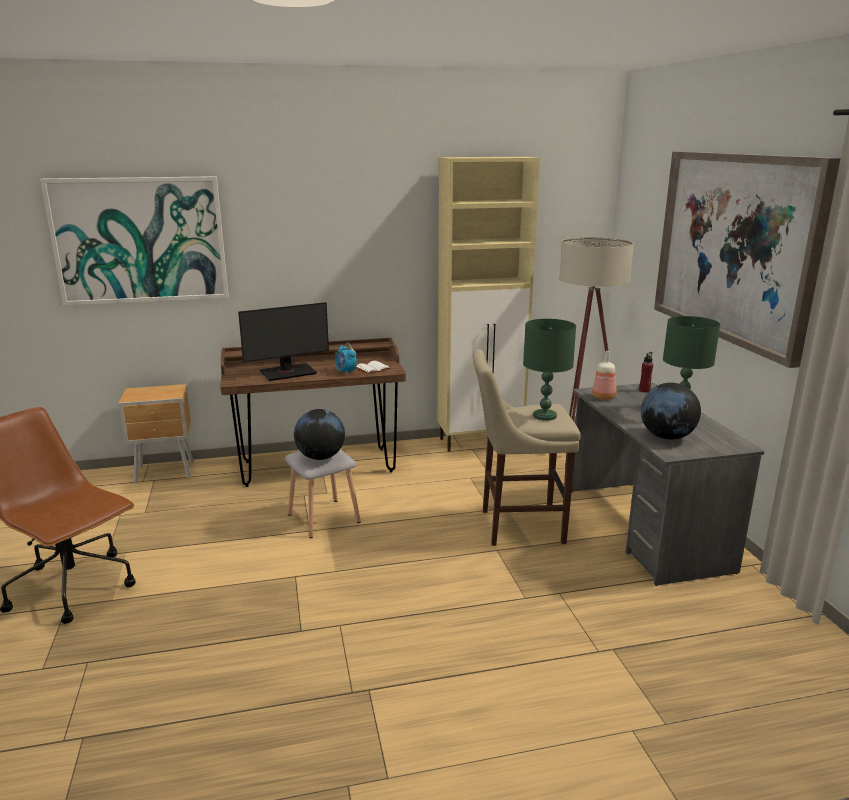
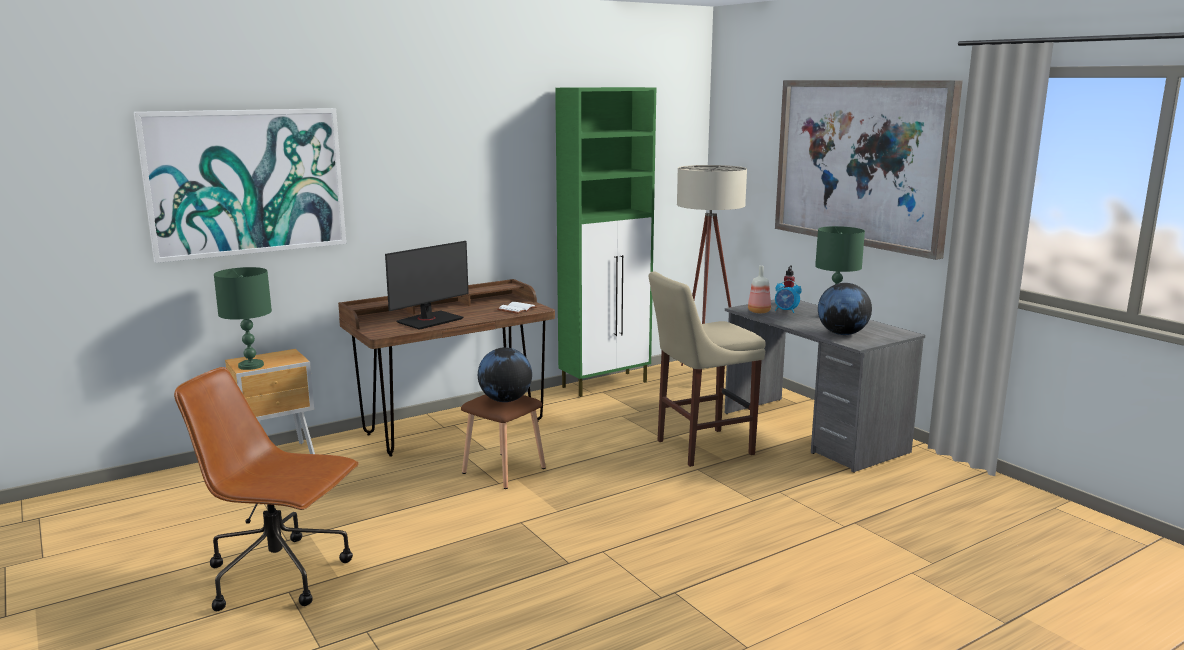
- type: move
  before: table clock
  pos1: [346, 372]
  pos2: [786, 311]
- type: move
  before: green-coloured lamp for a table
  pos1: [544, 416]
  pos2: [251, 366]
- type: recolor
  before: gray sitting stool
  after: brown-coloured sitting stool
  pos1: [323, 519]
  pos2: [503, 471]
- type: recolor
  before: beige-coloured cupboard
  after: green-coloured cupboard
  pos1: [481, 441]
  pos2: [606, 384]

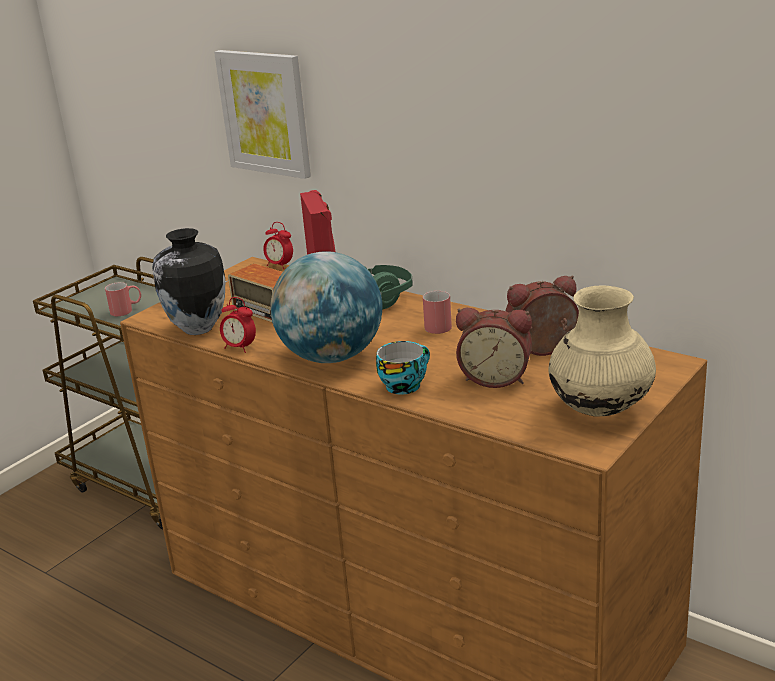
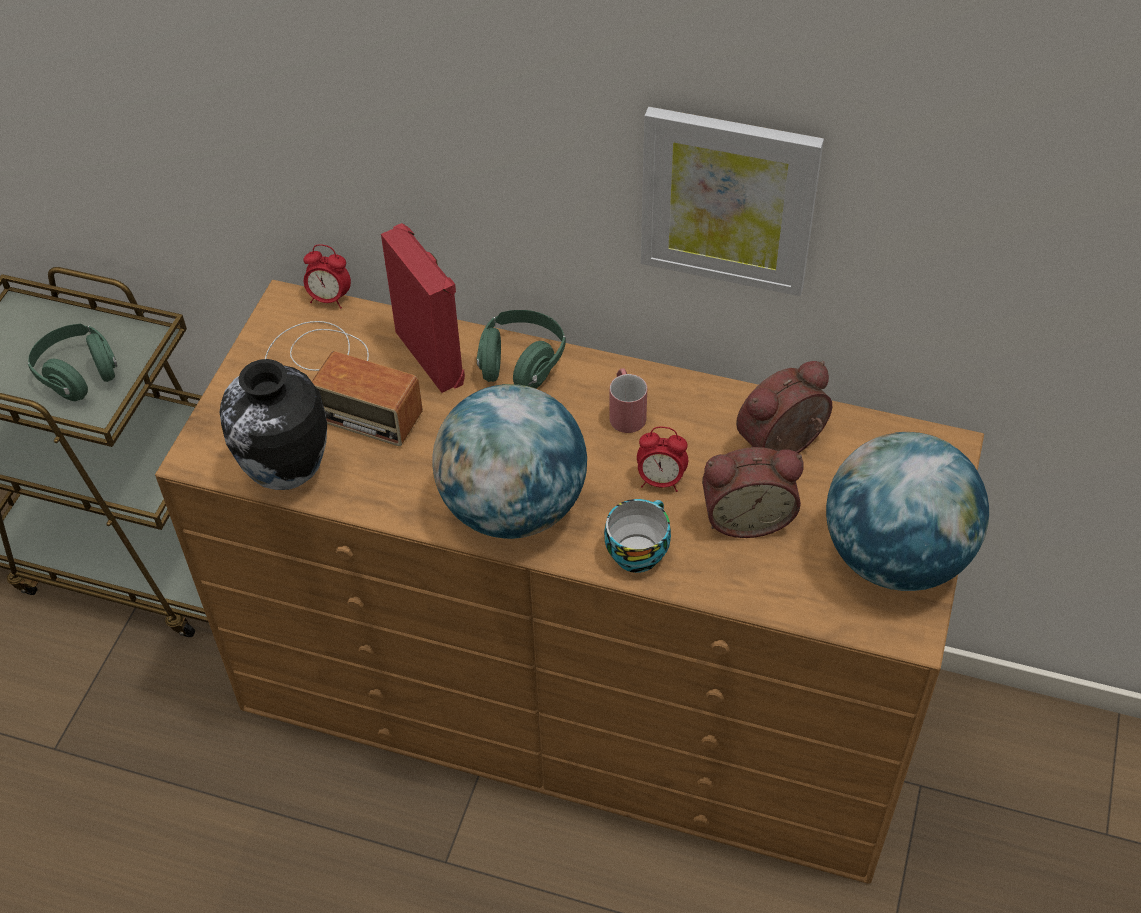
- type: move
  before: picture
  pos1: [265, 113]
  pos2: [728, 200]
- type: move
  before: table clock
  pos1: [240, 348]
  pos2: [660, 481]
- type: replace
  before: red coffee mug
  after: green-coloured headset
  pos1: [127, 310]
  pos2: [78, 375]
- type: replace
  before: beige-coloured decorative vase
  after: globe
  pos1: [600, 409]
  pos2: [895, 556]

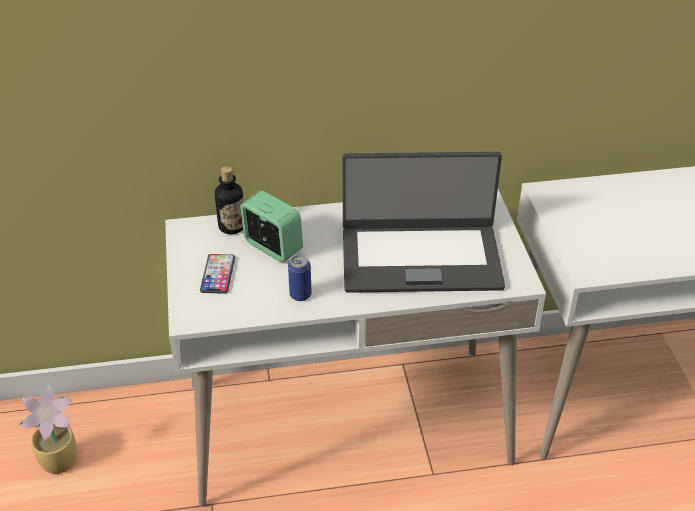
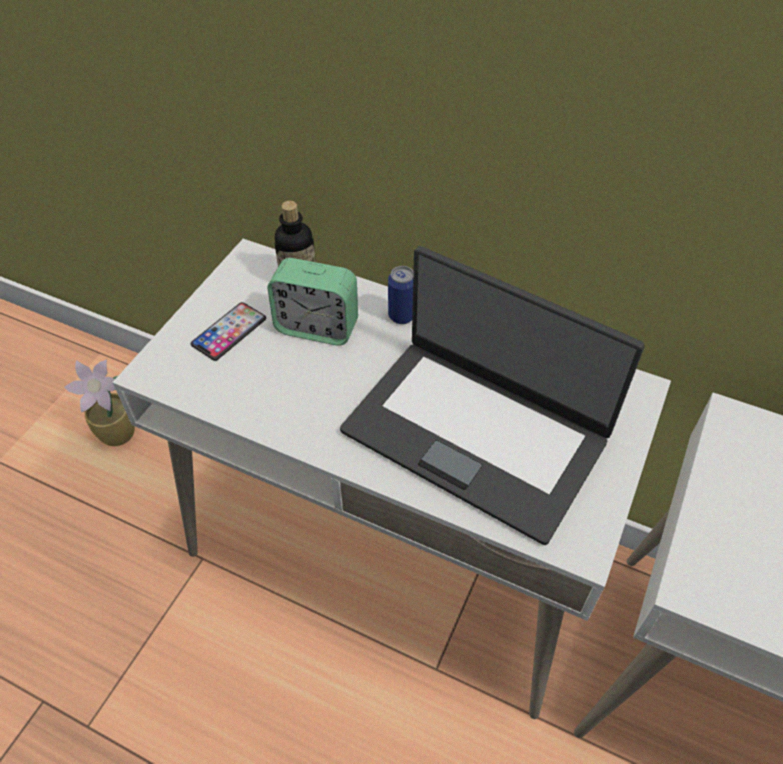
- type: move
  before: sealed can
  pos1: [300, 295]
  pos2: [402, 316]
- type: rotate
  before: table clock
  pos1: [272, 247]
  pos2: [317, 327]
  turn: 120

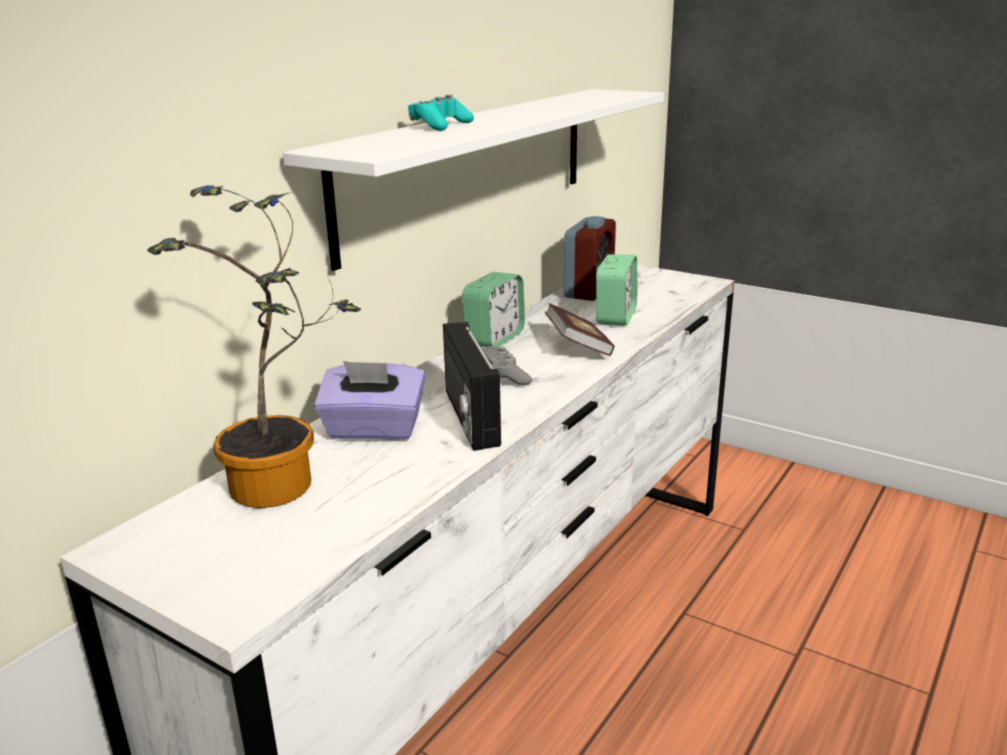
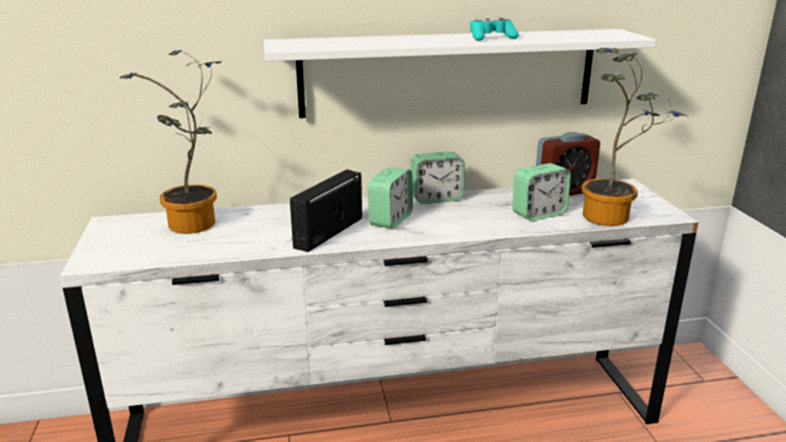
- type: delete
  before: purplish tissue holder
  pos1: [373, 430]
- type: delete
  before: volume
  pos1: [578, 347]
- type: insert
  after: plant in a pot
  pos2: [613, 218]
- type: move
  before: turquoise joypad
  pos1: [440, 126]
  pos2: [491, 38]
- type: replace
  before: gray joypad
  after: table clock
  pos1: [502, 377]
  pos2: [390, 220]

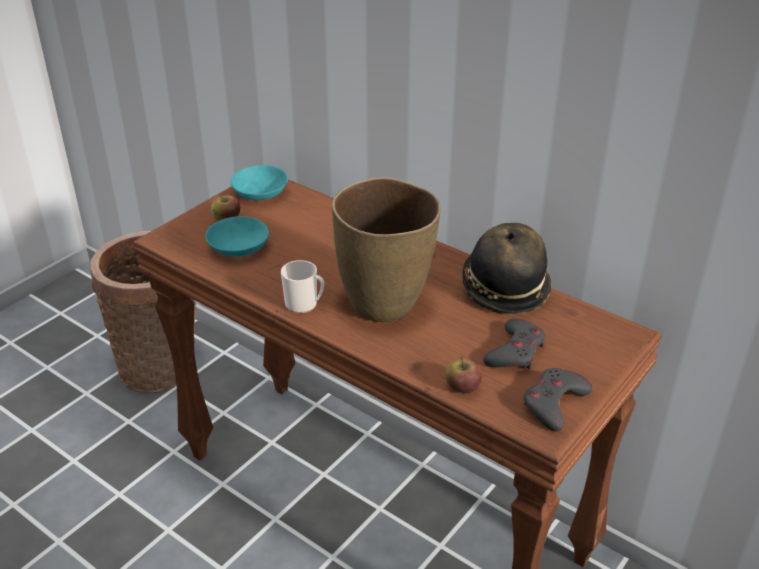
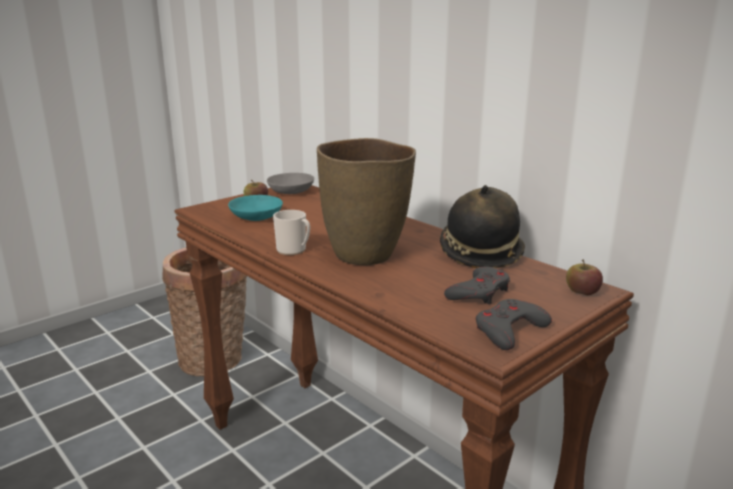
- type: move
  before: apple fruit
  pos1: [462, 387]
  pos2: [582, 292]
- type: recolor
  before: turquoise deep dish
  after: gray deep dish
  pos1: [259, 192]
  pos2: [290, 191]

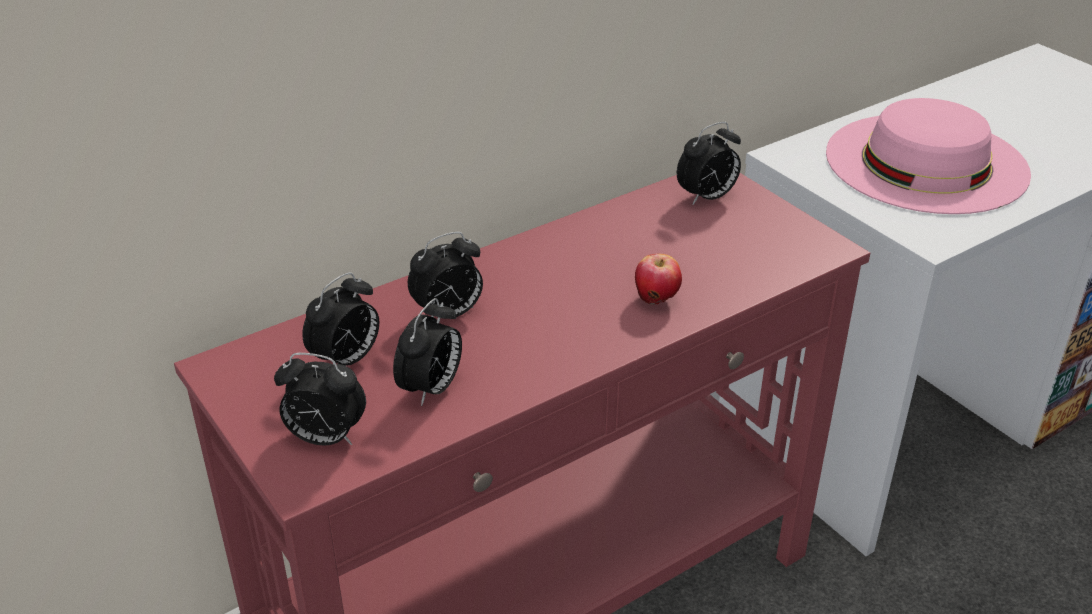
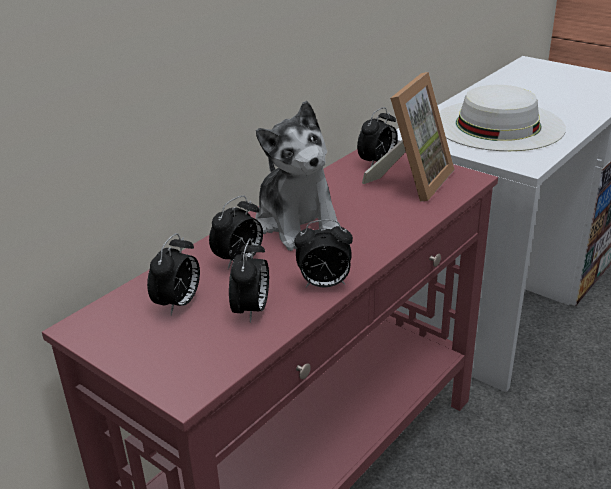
- type: delete
  before: apple fruit
  pos1: [656, 300]
- type: insert
  after: soft toy
  pos2: [298, 223]
- type: insert
  after: standing frame
  pos2: [411, 181]
- type: move
  before: table clock
  pos1: [324, 438]
  pos2: [324, 285]
- type: recolor
  before: pink-coloured clothing hat
  after: white clothing hat
  pos1: [926, 162]
  pos2: [497, 125]

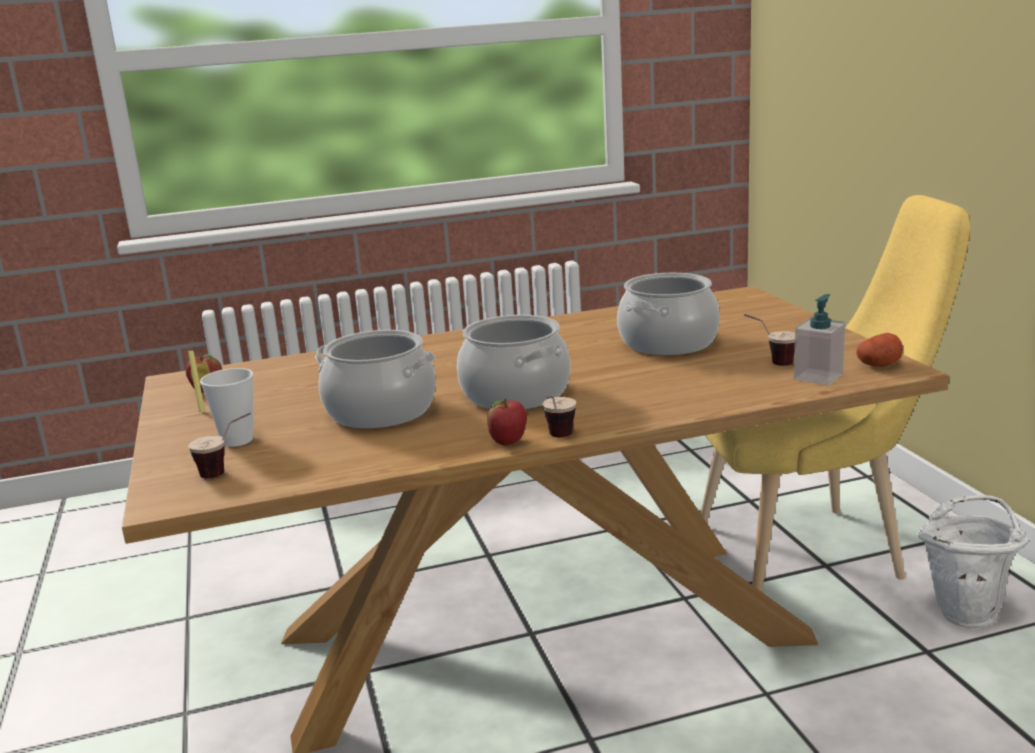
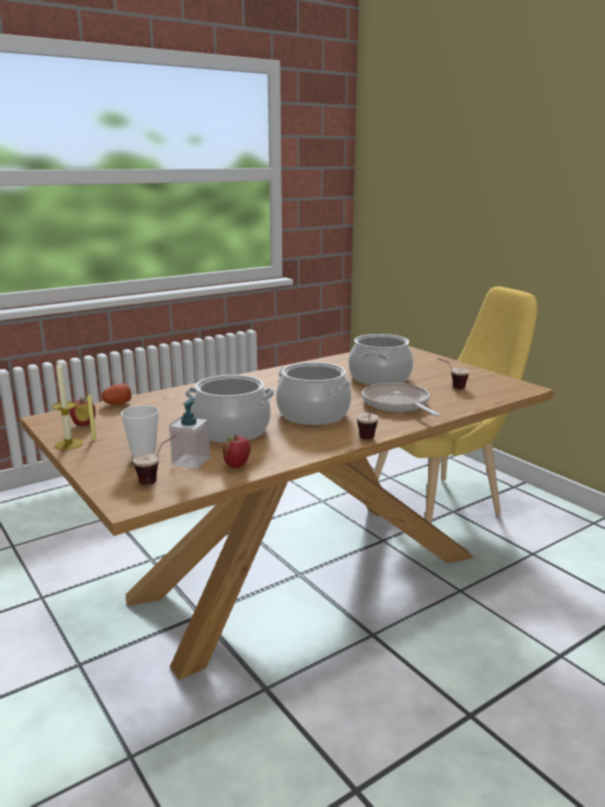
- type: delete
  before: white water bucket
  pos1: [967, 610]
- type: insert
  after: wax light
  pos2: [69, 444]
- type: insert
  after: pan
  pos2: [397, 404]
- type: move
  before: apple fruit
  pos1: [509, 442]
  pos2: [237, 466]
- type: move
  before: liquid soap bottle
  pos1: [818, 377]
  pos2: [191, 461]
- type: move
  before: whole potato
  pos1: [879, 365]
  pos2: [117, 404]

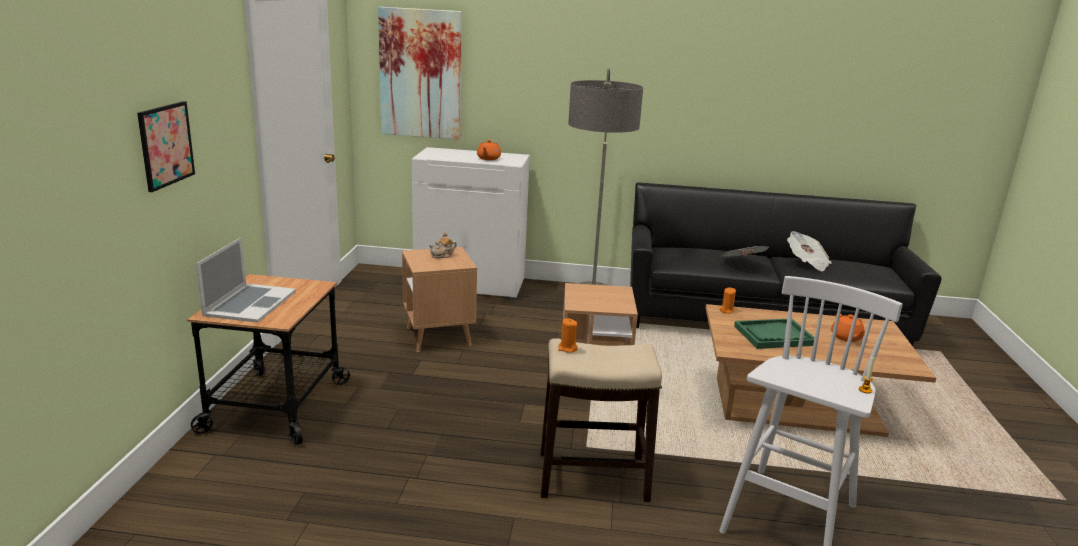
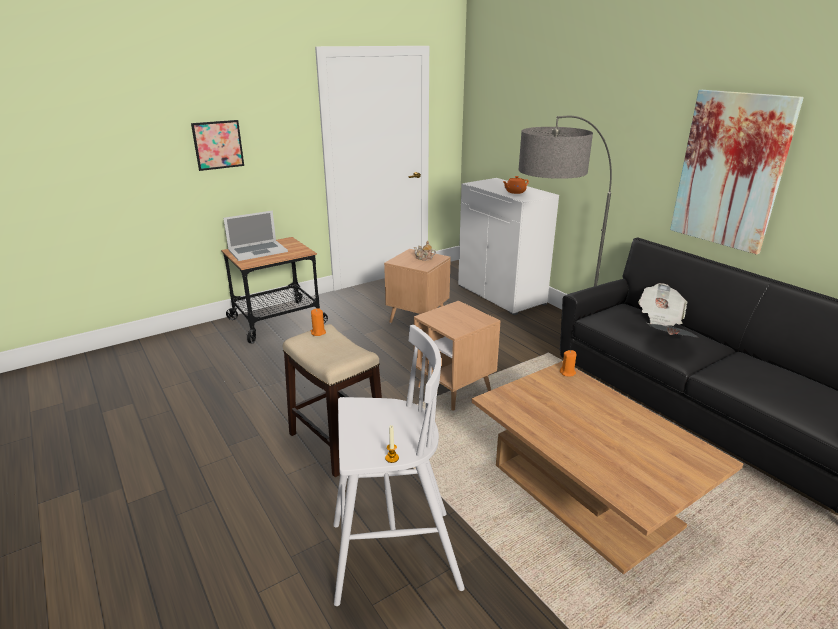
- type: delete
  before: green-coloured carrying tray
  pos1: [774, 336]
- type: delete
  before: orangey tea pot
  pos1: [846, 337]
- type: move
  before: picture
  pos1: [420, 74]
  pos2: [730, 171]
- type: move
  before: newspaper
  pos1: [807, 263]
  pos2: [660, 317]

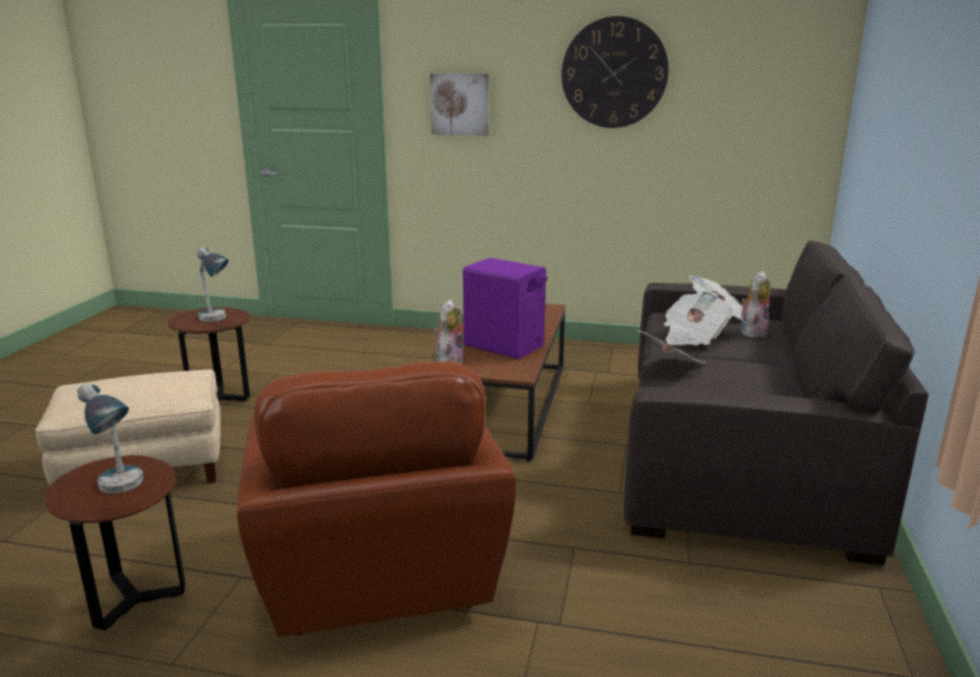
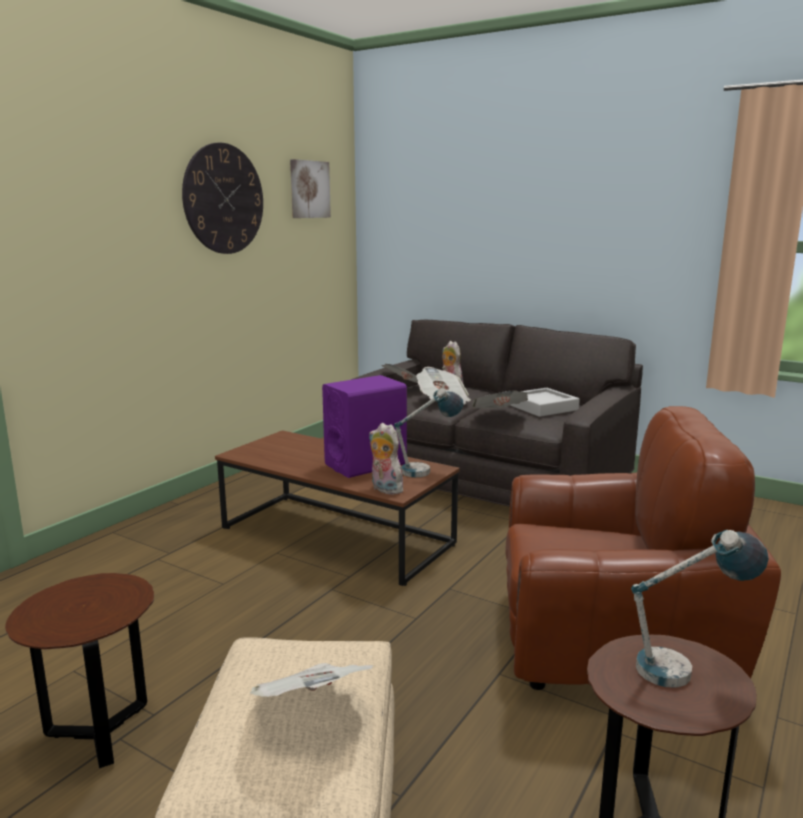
- type: insert
  after: newspaper
  pos2: [313, 706]
- type: insert
  after: gray carrying tray
  pos2: [542, 407]
- type: move
  before: lamp for a table
  pos1: [216, 320]
  pos2: [428, 470]
- type: move
  before: picture
  pos1: [460, 104]
  pos2: [309, 189]

